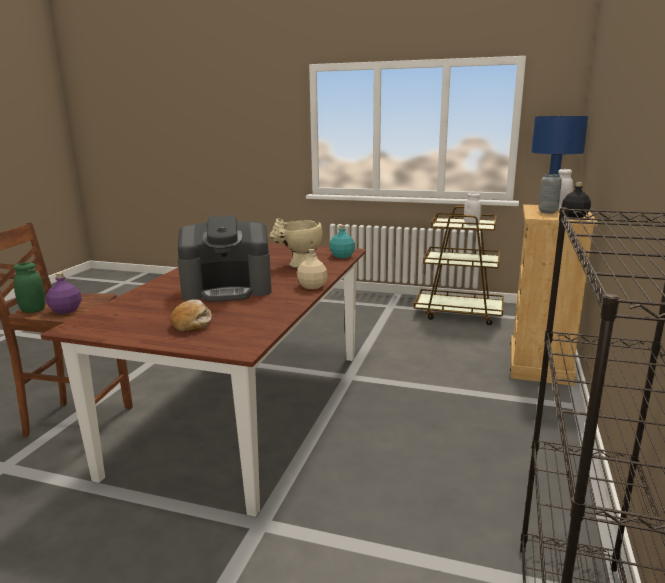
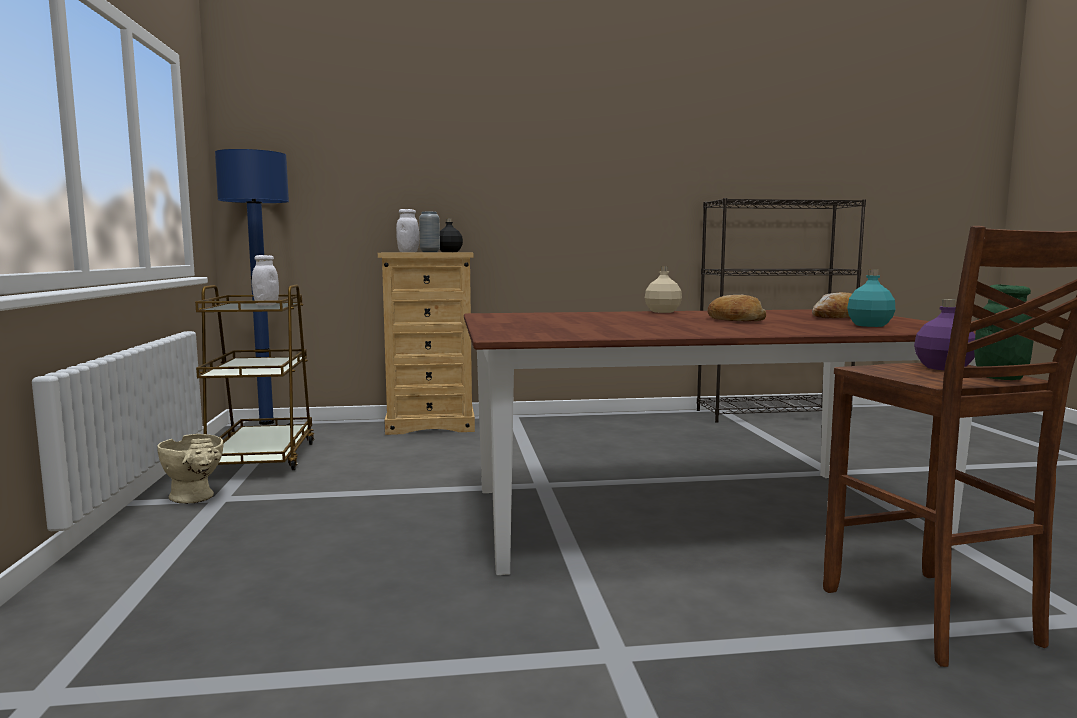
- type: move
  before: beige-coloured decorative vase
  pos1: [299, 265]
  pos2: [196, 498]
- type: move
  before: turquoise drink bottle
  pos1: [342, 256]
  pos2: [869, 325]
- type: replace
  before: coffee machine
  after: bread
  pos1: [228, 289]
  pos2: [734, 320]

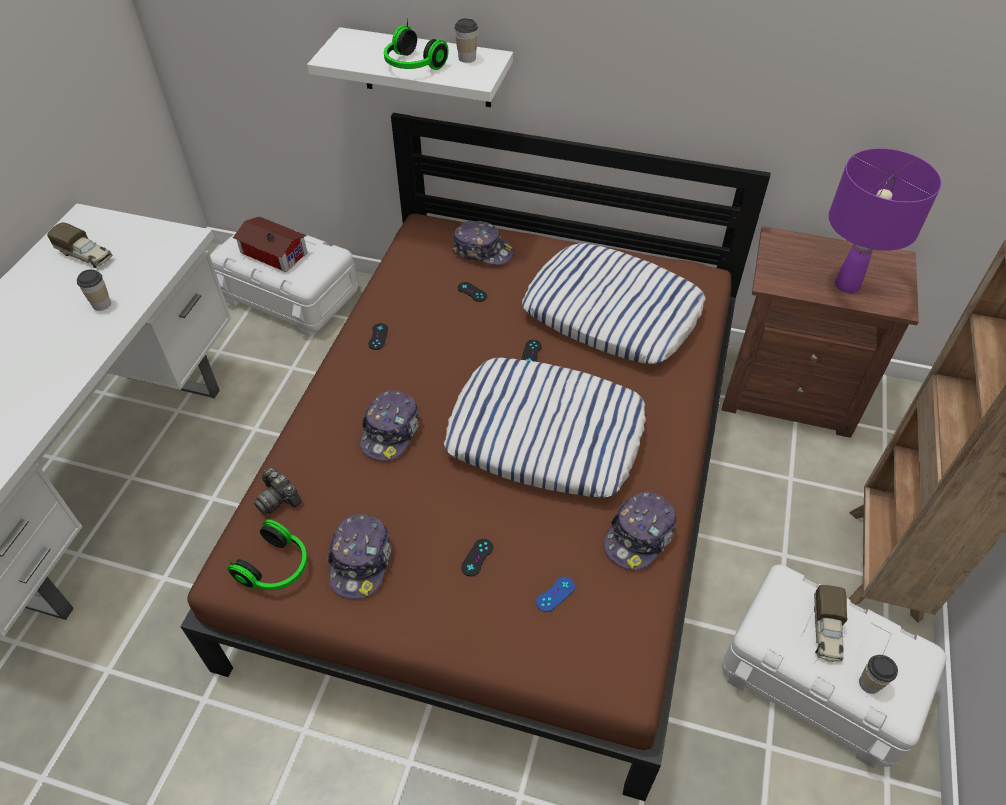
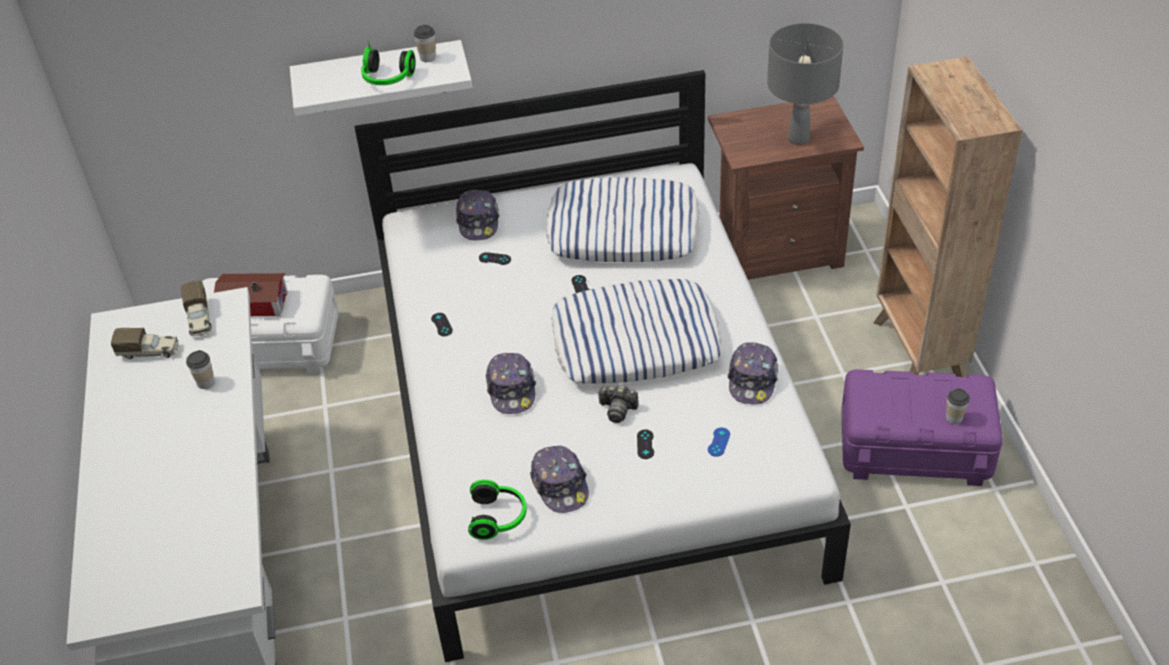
- type: move
  before: still camera
  pos1: [278, 498]
  pos2: [617, 409]
- type: move
  before: toy lorry
  pos1: [826, 631]
  pos2: [199, 319]
- type: recolor
  before: brown-coloured sleeping bed
  after: white sleeping bed
  pos1: [504, 486]
  pos2: [592, 419]
- type: recolor
  before: white storage container
  after: purplish storage container
  pos1: [818, 678]
  pos2: [914, 446]
- type: recolor
  before: purplish lamp for a table
  after: gray lamp for a table
  pos1: [847, 285]
  pos2: [799, 138]
- type: rotate
  before: baseball cap
  pos1: [483, 251]
  pos2: [478, 222]
  turn: 90

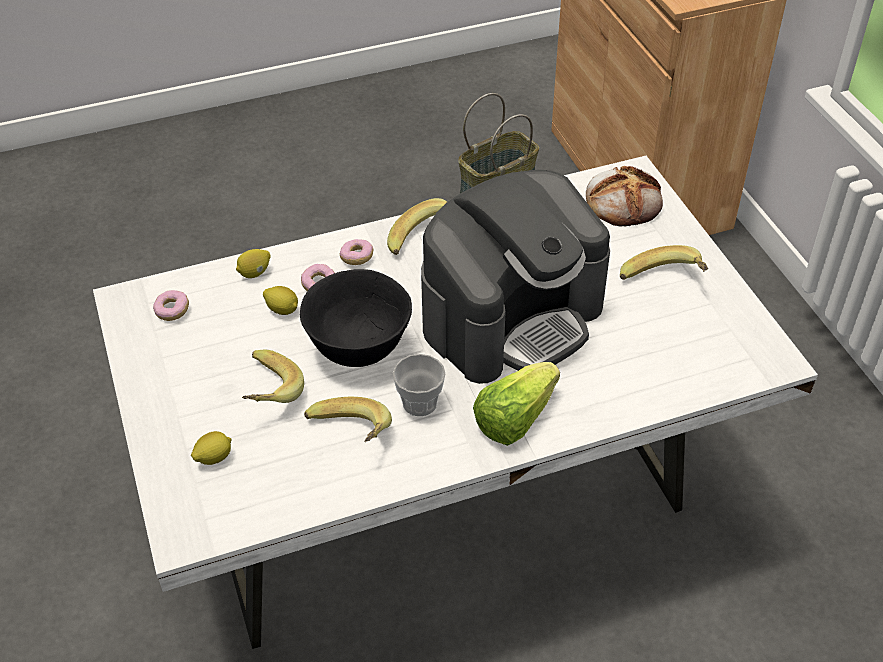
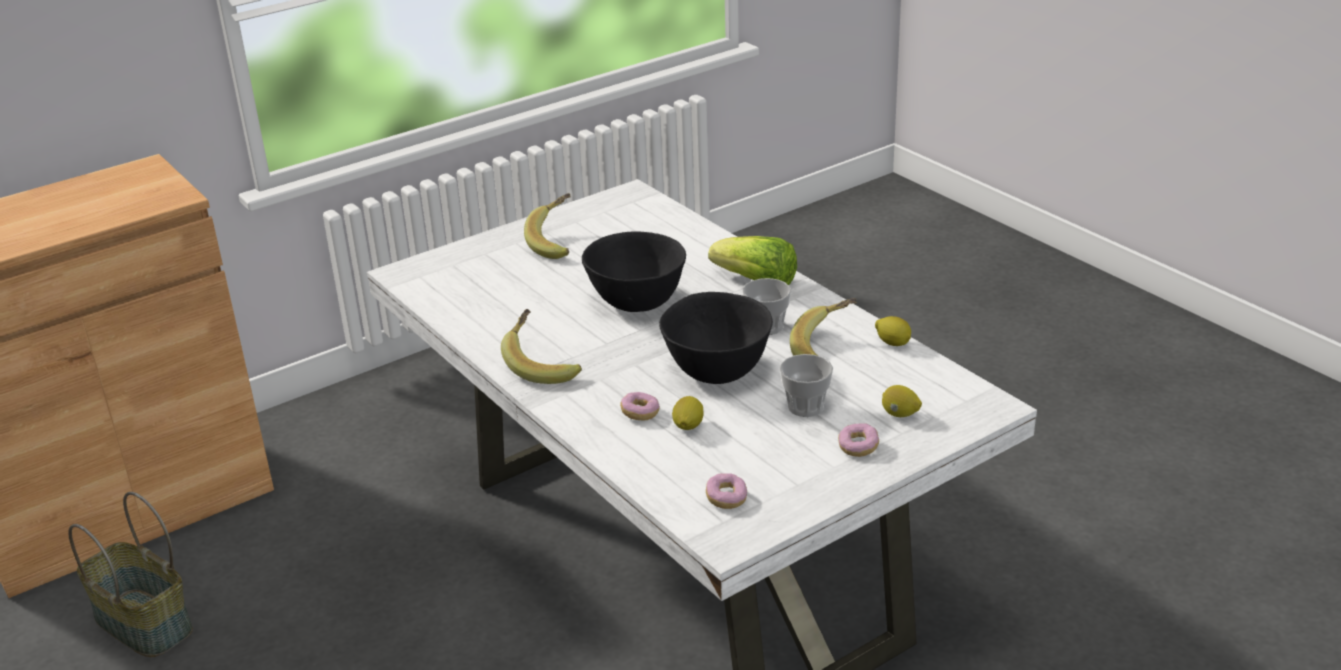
- type: delete
  before: bread
  pos1: [624, 201]
- type: move
  before: citrus fruit
  pos1: [255, 273]
  pos2: [893, 343]
- type: move
  before: ring doughnut
  pos1: [357, 258]
  pos2: [858, 447]
- type: replace
  before: banana fruit
  after: drinking cup
  pos1: [266, 393]
  pos2: [805, 407]
- type: replace
  before: coffee machine
  after: blackish deep dish
  pos1: [512, 317]
  pos2: [636, 302]

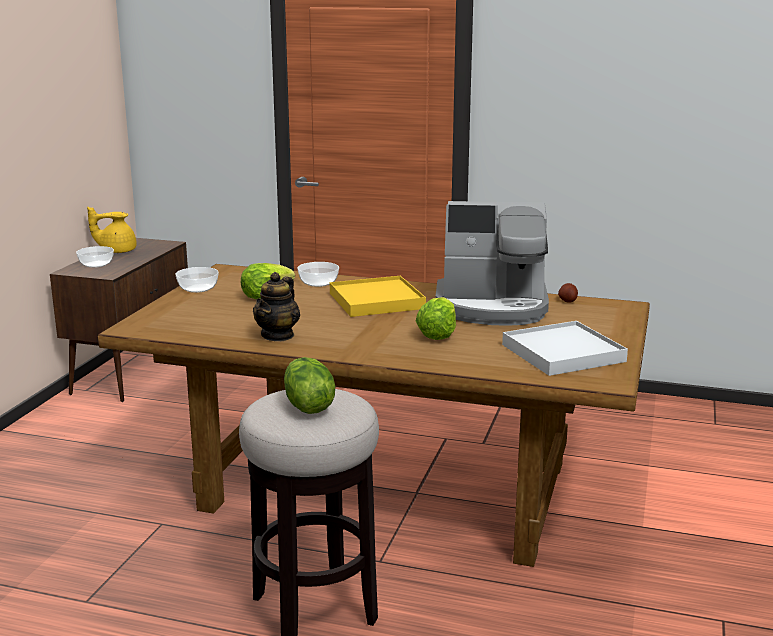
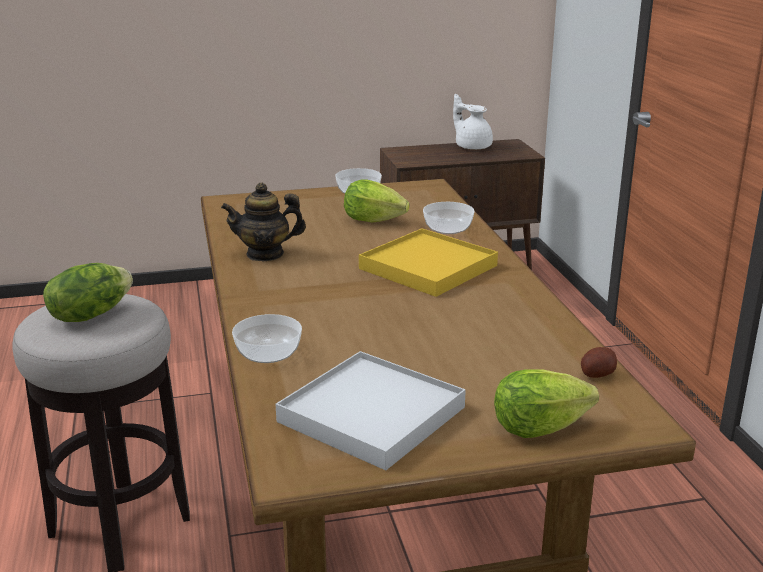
- type: delete
  before: coffee machine
  pos1: [492, 307]
- type: move
  before: deep dish
  pos1: [95, 264]
  pos2: [267, 353]
- type: move
  before: lettuce head
  pos1: [437, 335]
  pos2: [538, 427]
- type: recolor
  before: yellowish tea pot
  after: white tea pot
  pos1: [116, 251]
  pos2: [472, 146]

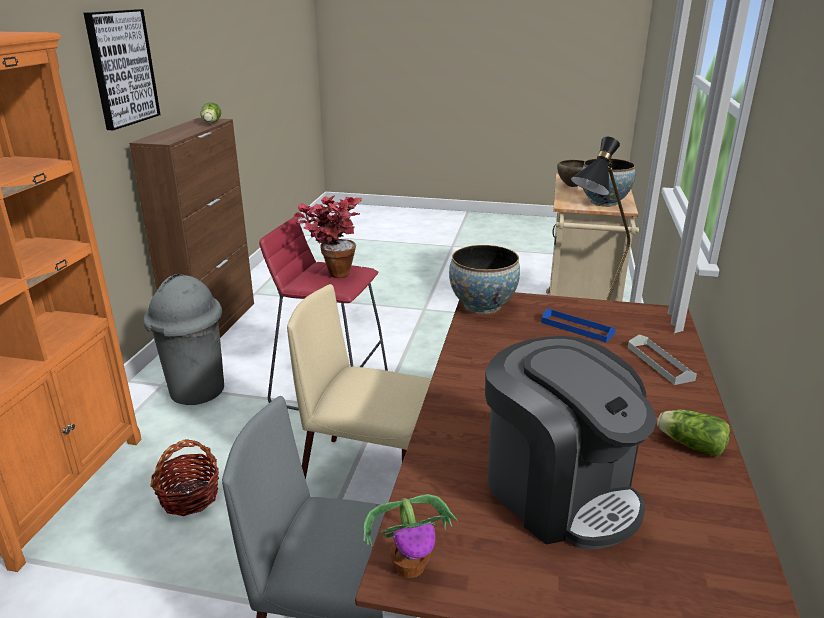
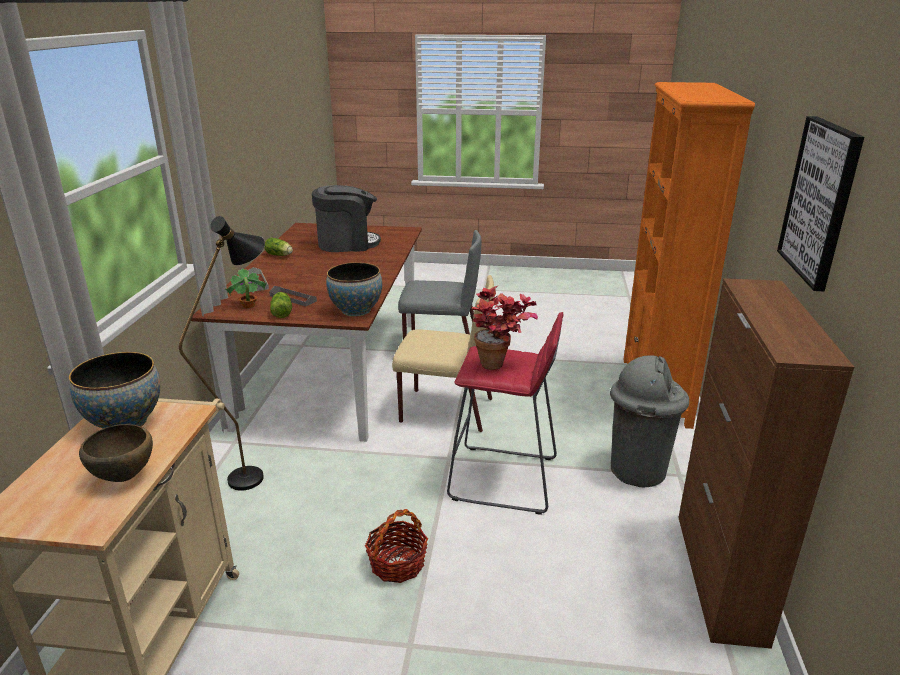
- type: move
  before: storage basket
  pos1: [189, 497]
  pos2: [397, 564]
- type: move
  before: lettuce head
  pos1: [211, 123]
  pos2: [282, 312]
- type: move
  before: plant in a pot
  pos1: [411, 566]
  pos2: [248, 306]
- type: recolor
  before: bluish carrying tray
  after: gray carrying tray
  pos1: [577, 328]
  pos2: [293, 298]
- type: rotate
  before: coffee machine
  pos1: [559, 491]
  pos2: [347, 244]
  turn: 120

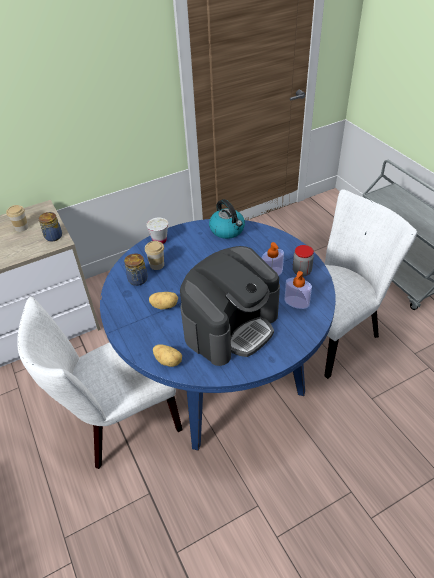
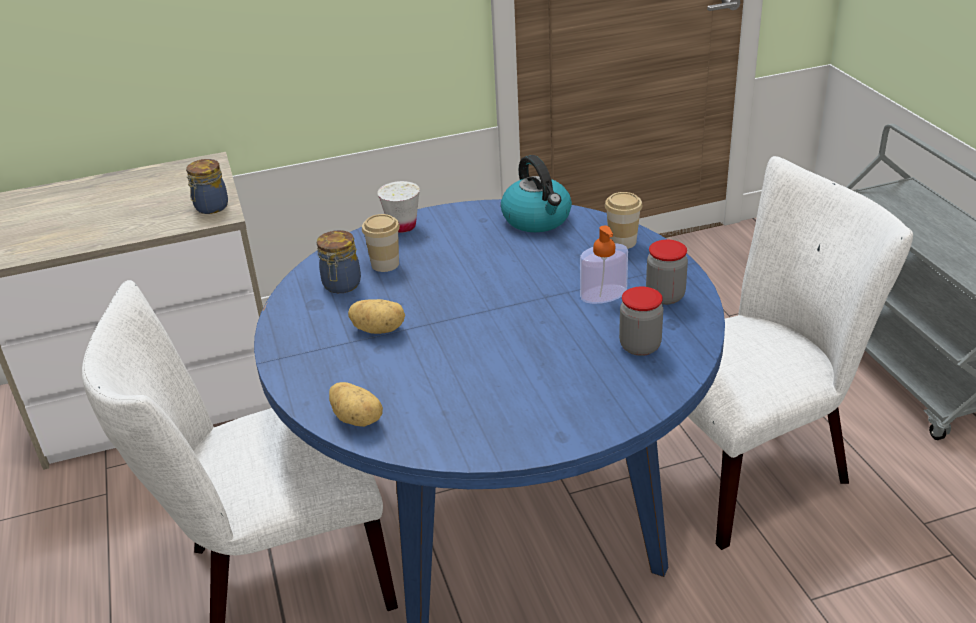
- type: delete
  before: coffee machine
  pos1: [231, 325]
- type: move
  before: drinking cup
  pos1: [21, 227]
  pos2: [622, 242]
- type: replace
  before: liquid soap bottle
  after: preserve jar
  pos1: [296, 302]
  pos2: [640, 346]

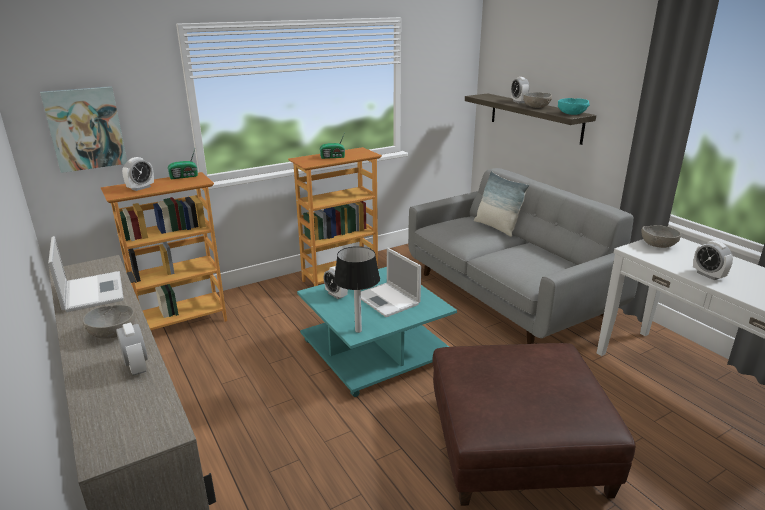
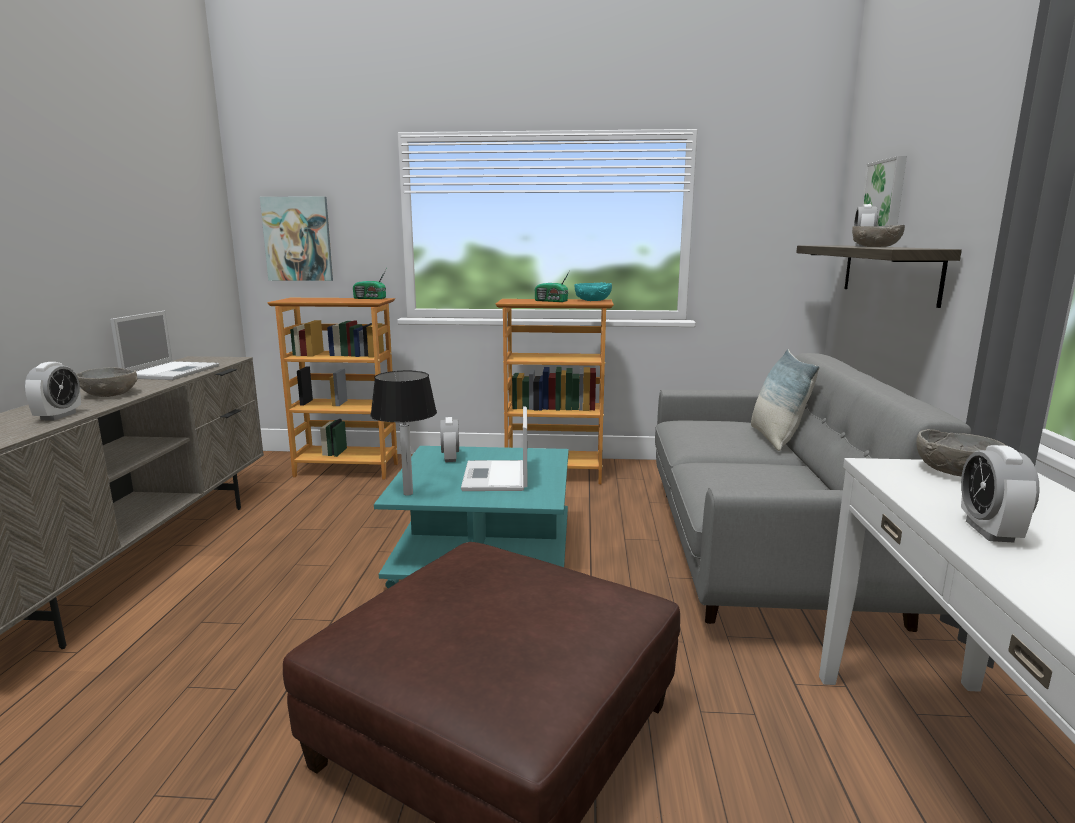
- type: delete
  before: table clock
  pos1: [141, 188]
- type: insert
  after: picture
  pos2: [885, 197]
- type: move
  before: turquoise deep dish
  pos1: [571, 113]
  pos2: [592, 300]

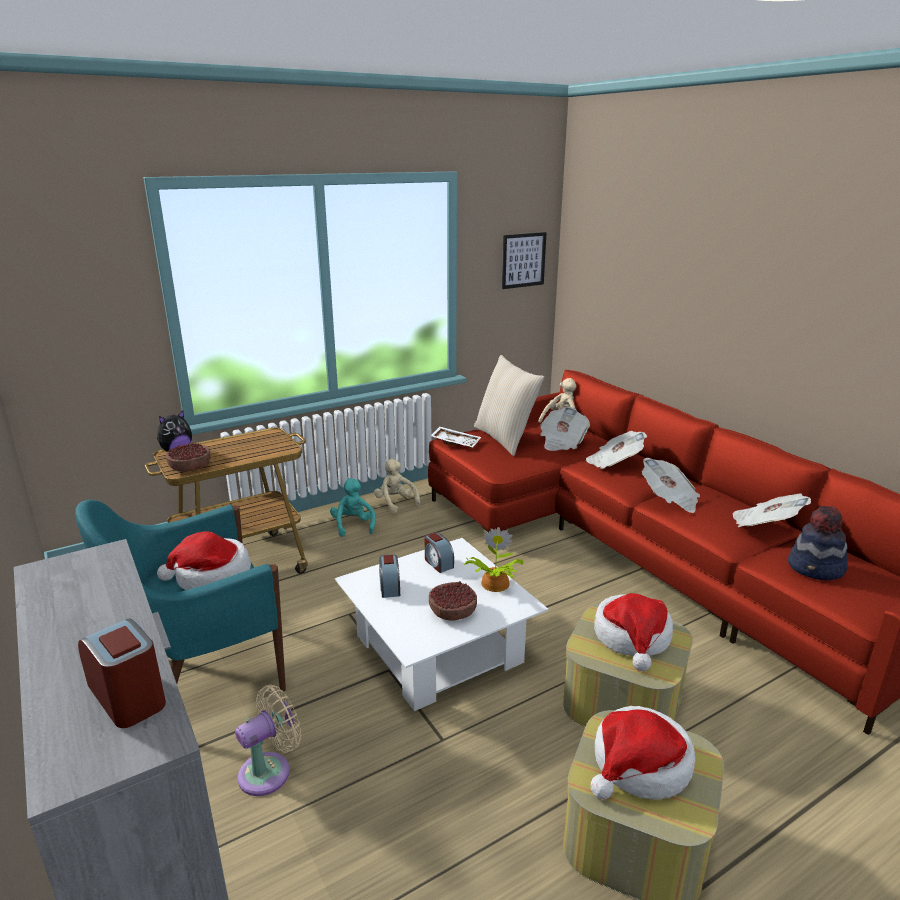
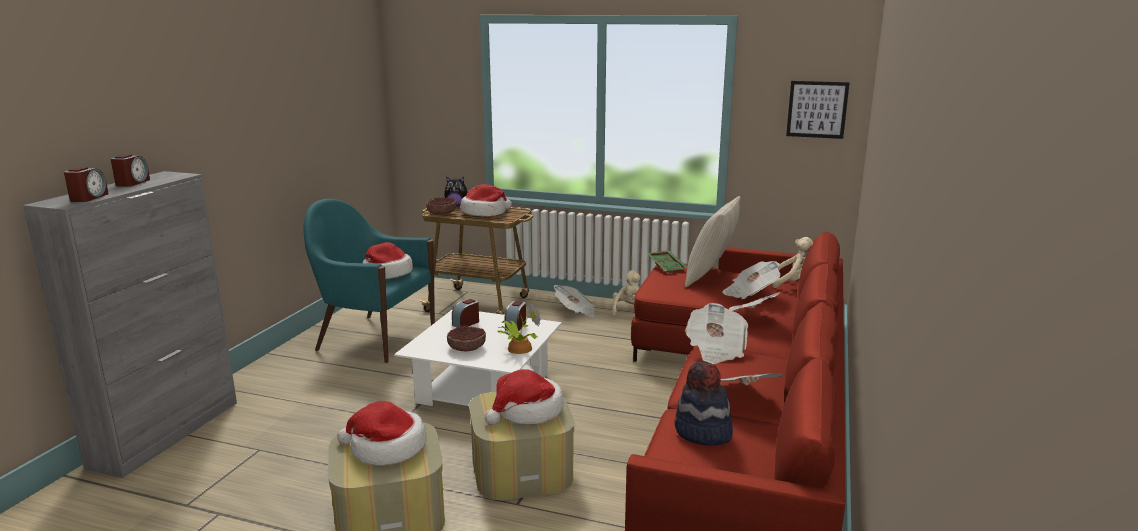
- type: delete
  before: beige-coloured fan
  pos1: [269, 771]
- type: insert
  after: table clock
  pos2: [132, 183]
- type: insert
  after: clothing hat
  pos2: [485, 212]
- type: replace
  before: turquoise soft toy
  after: newspaper
  pos1: [353, 525]
  pos2: [575, 312]
- type: recolor
  before: white carrying tray
  after: green-coloured carrying tray
  pos1: [456, 442]
  pos2: [667, 266]

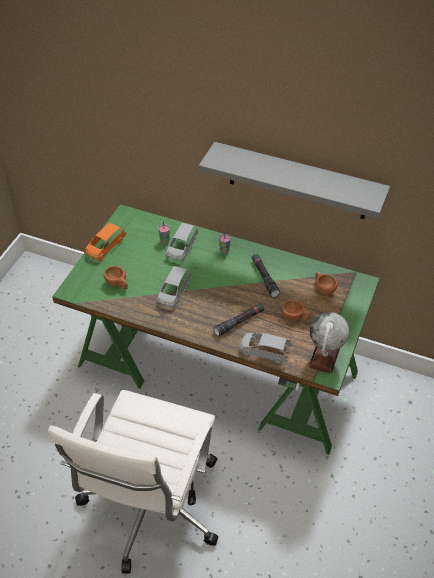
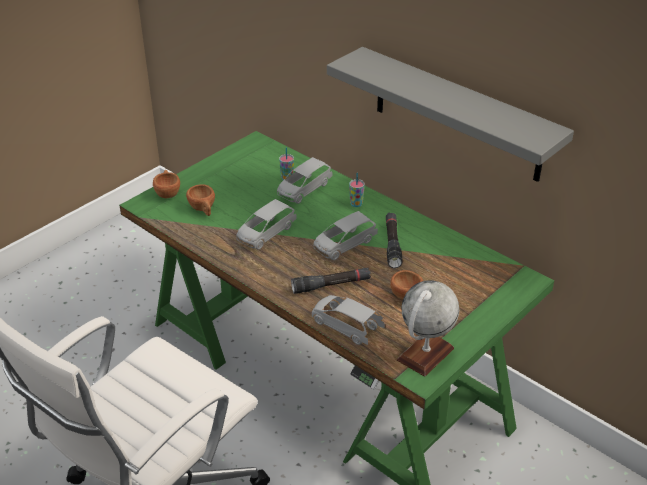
- type: delete
  before: orangey toy car
  pos1: [105, 247]
- type: insert
  after: gray toy car
  pos2: [344, 245]
- type: move
  before: brown-coloured drinking cup
  pos1: [323, 289]
  pos2: [167, 192]

